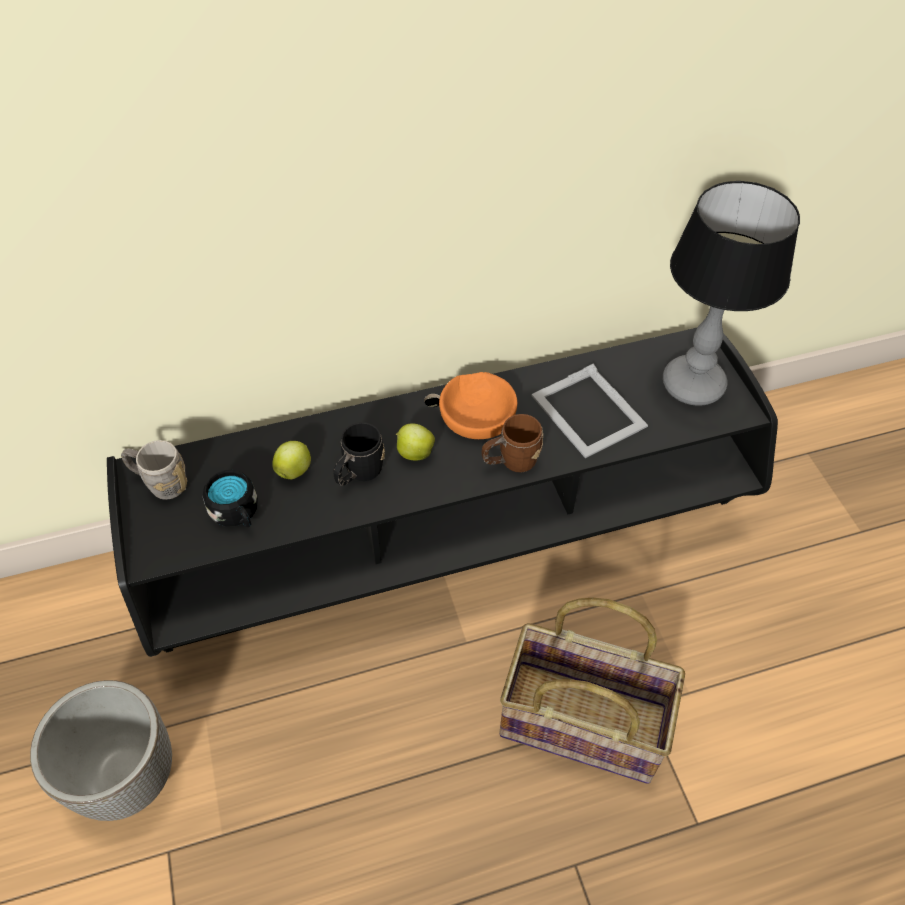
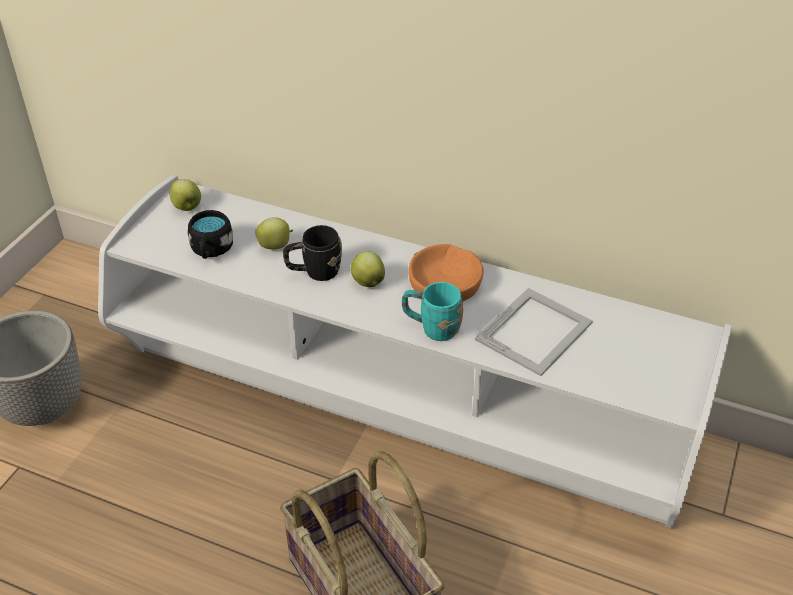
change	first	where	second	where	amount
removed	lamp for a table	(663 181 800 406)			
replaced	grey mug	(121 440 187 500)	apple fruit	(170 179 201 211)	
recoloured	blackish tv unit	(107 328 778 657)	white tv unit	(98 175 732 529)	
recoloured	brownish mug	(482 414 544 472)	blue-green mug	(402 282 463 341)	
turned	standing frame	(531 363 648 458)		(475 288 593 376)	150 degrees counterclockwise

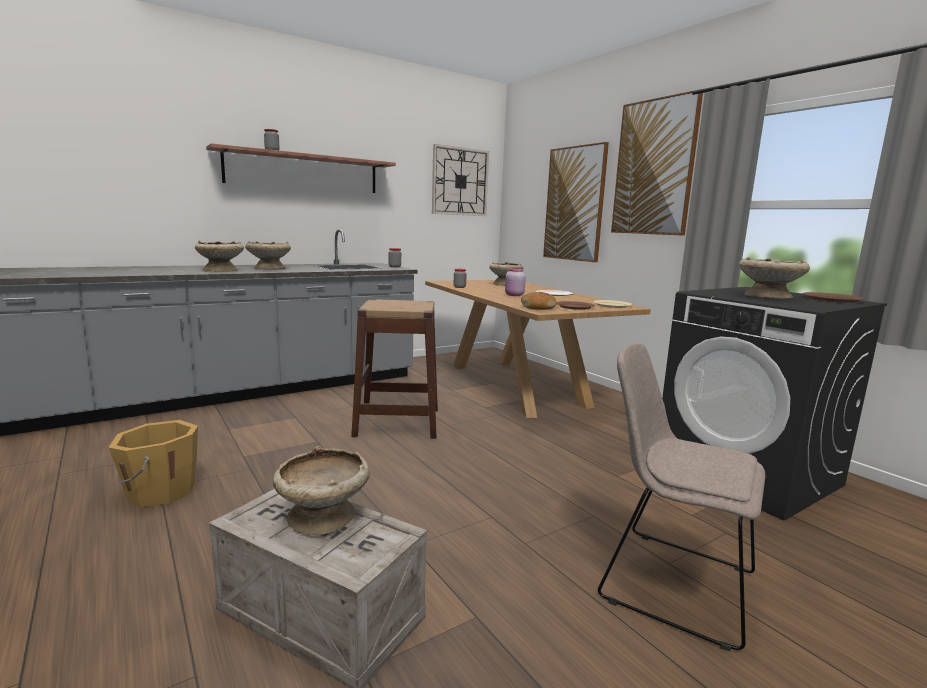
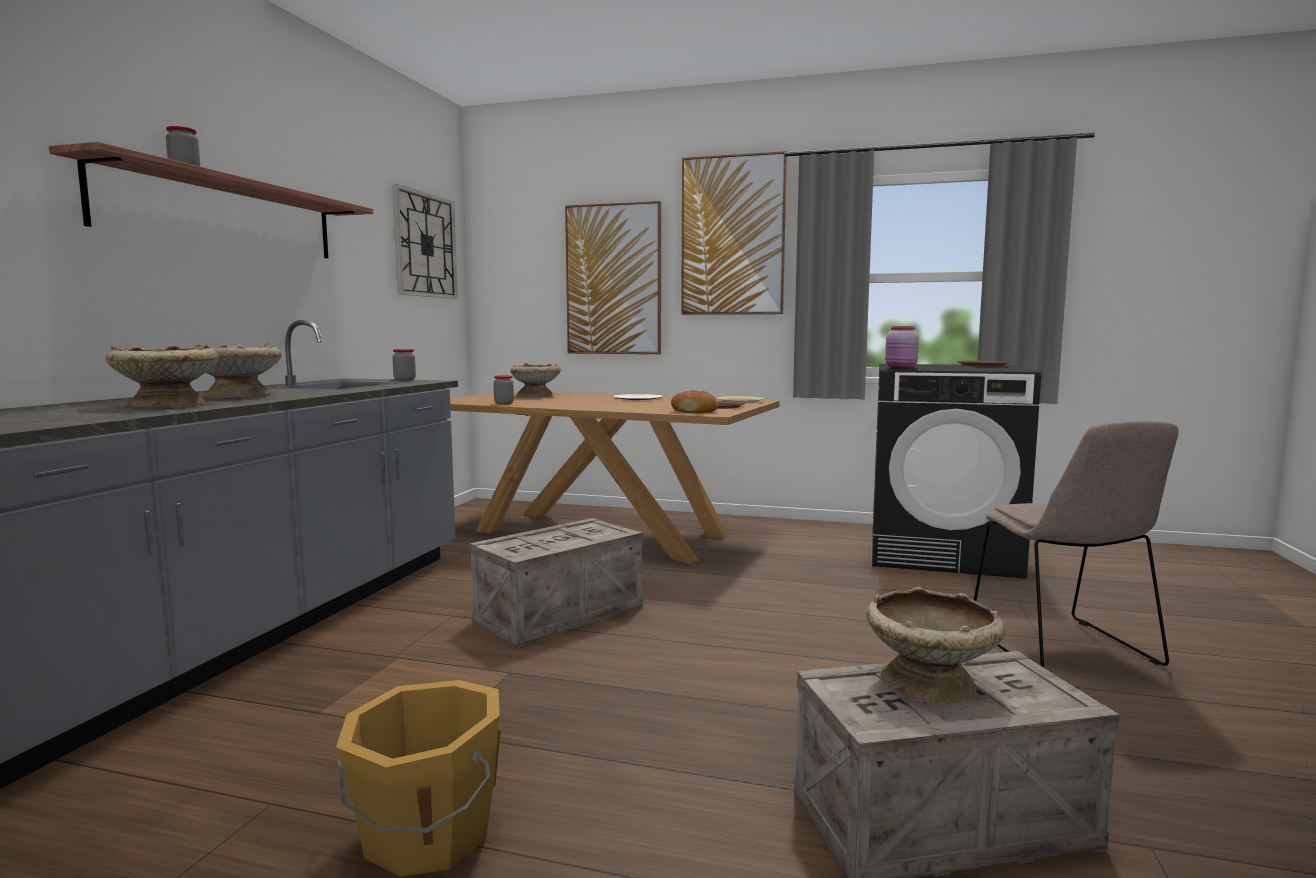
change	first	where	second	where	amount
removed	beige-coloured deep dish	(738 257 810 299)			
moved	pink-coloured preserve jar	(505 268 526 296)		(885 326 919 369)	
replaced	brownish stool	(351 299 438 439)	packing crate	(470 518 643 648)	
turned	beige-coloured plain chair	(598 343 765 651)		(974 421 1178 668)	90 degrees counterclockwise

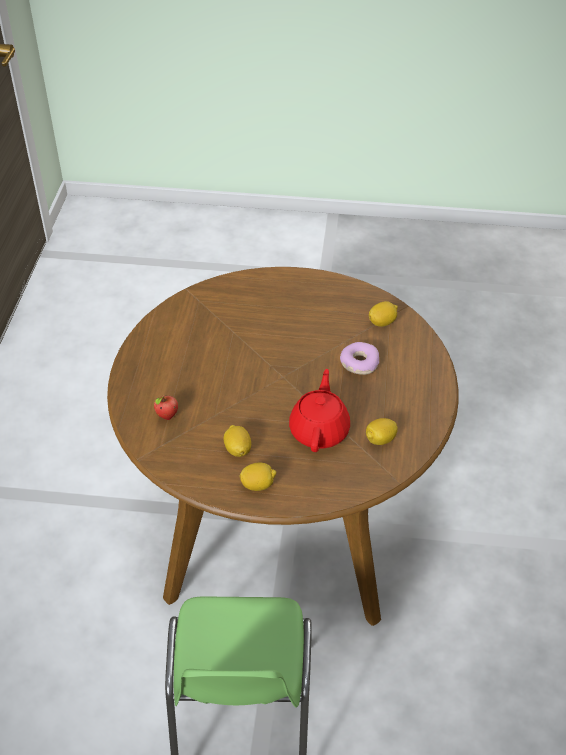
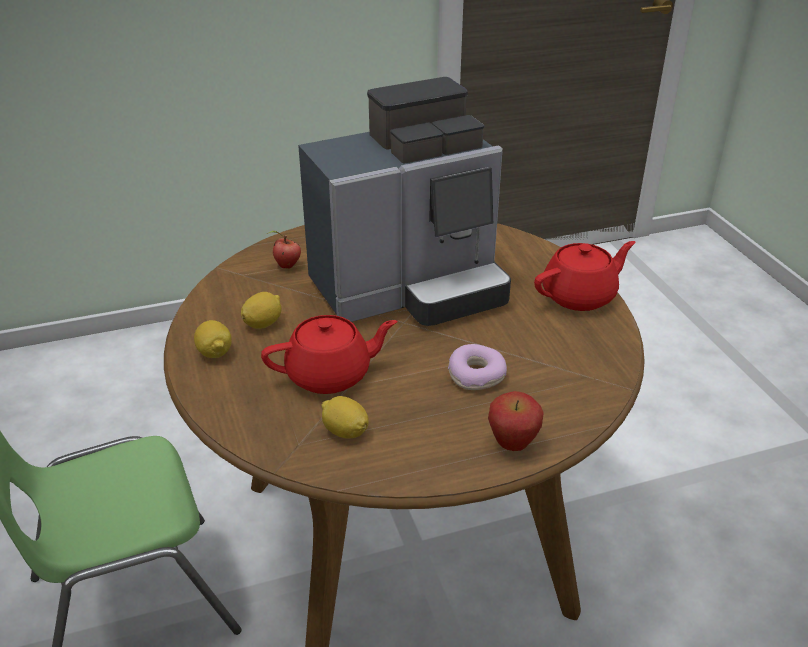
change	first	where	second	where	amount
removed	citrus fruit	(369 301 398 327)			
added			coffee machine	(298 77 511 326)	
added			apple fruit	(488 391 544 451)	
added			red teapot	(534 241 636 311)	

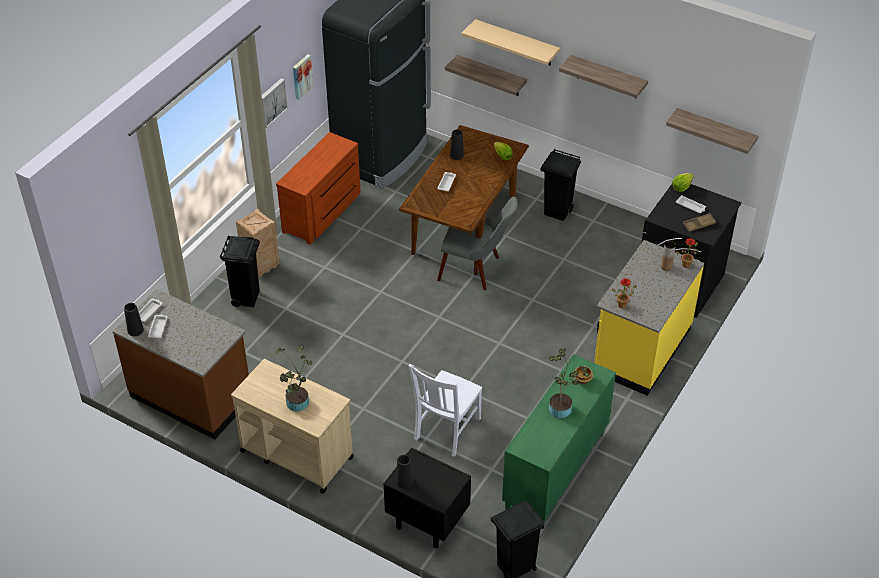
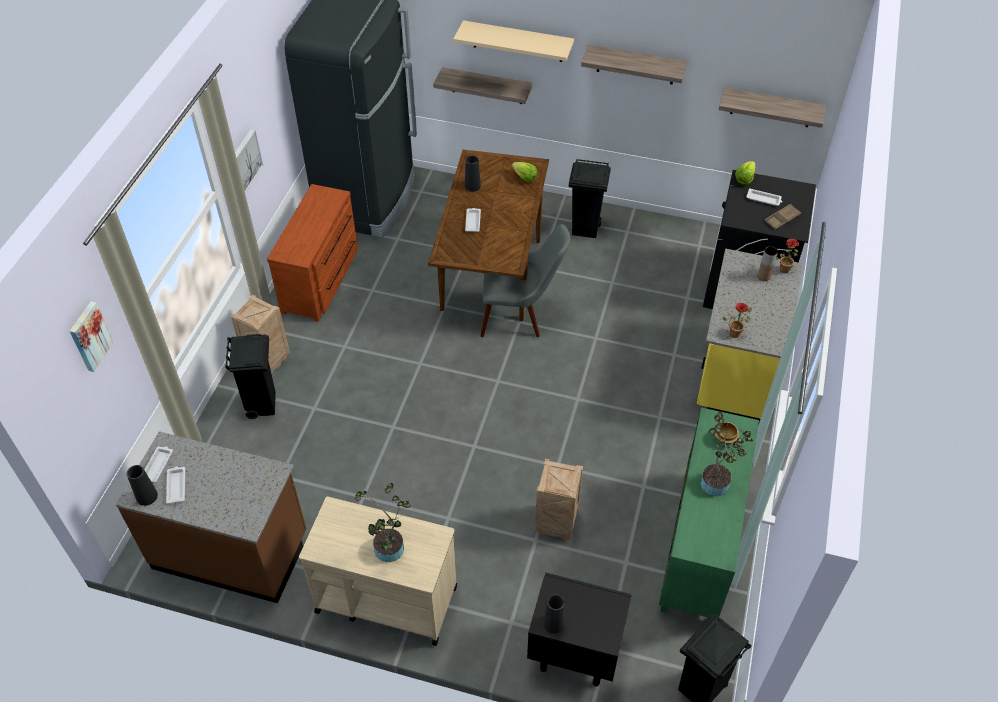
change	first	where	second	where	amount
moved	picture	(293 54 313 100)		(70 301 114 372)	
replaced	white plain chair	(408 364 482 457)	packing crate	(535 459 583 540)	

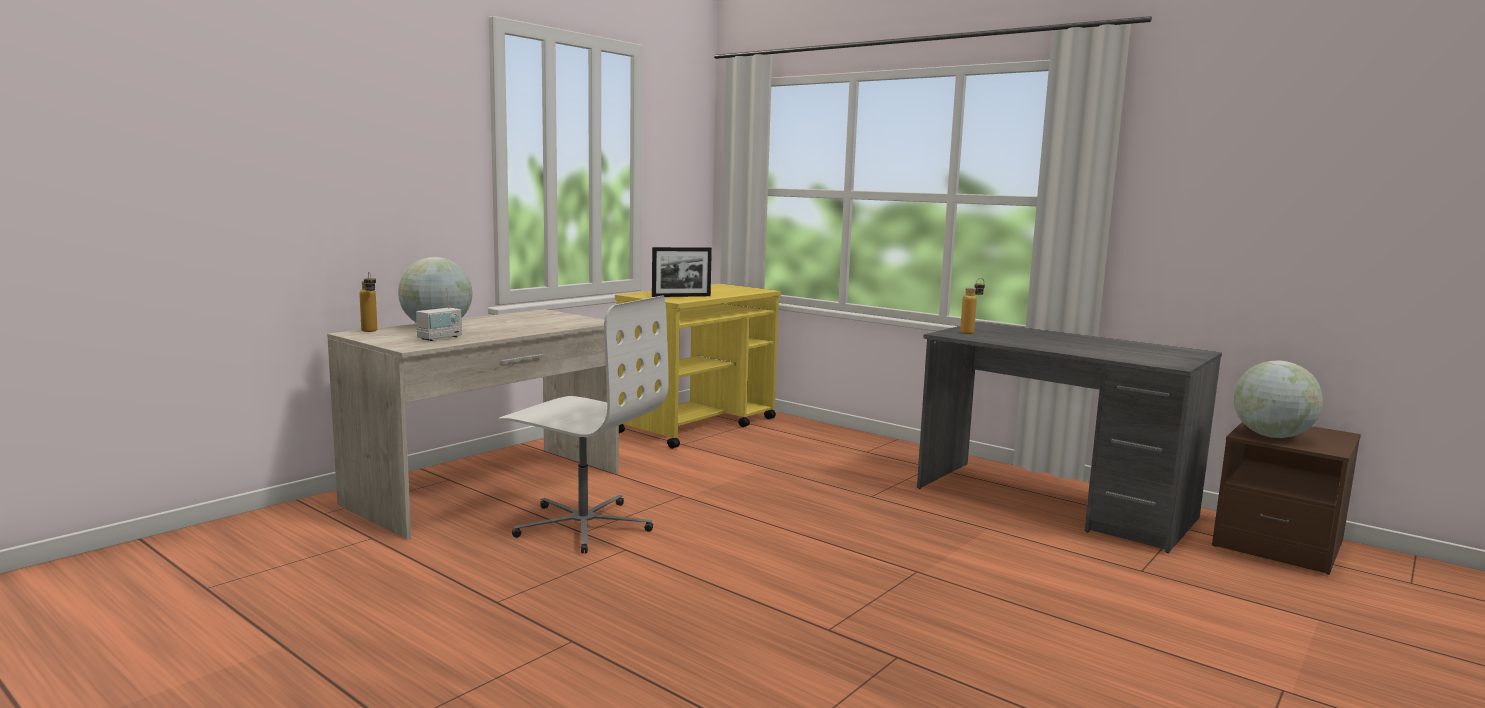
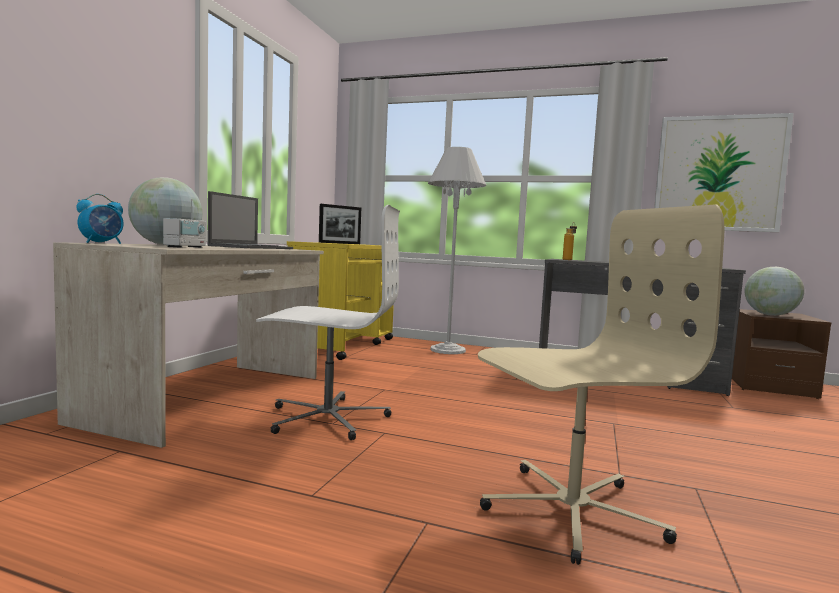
change	first	where	second	where	amount
added			laptop	(208 191 293 249)	
added			white standing lamp	(428 147 486 354)	
added			beige-coloured office chair	(478 205 725 565)	
added			picture	(654 113 794 232)	
replaced	drink bottle	(359 272 377 332)	alarm clock	(76 194 124 244)	

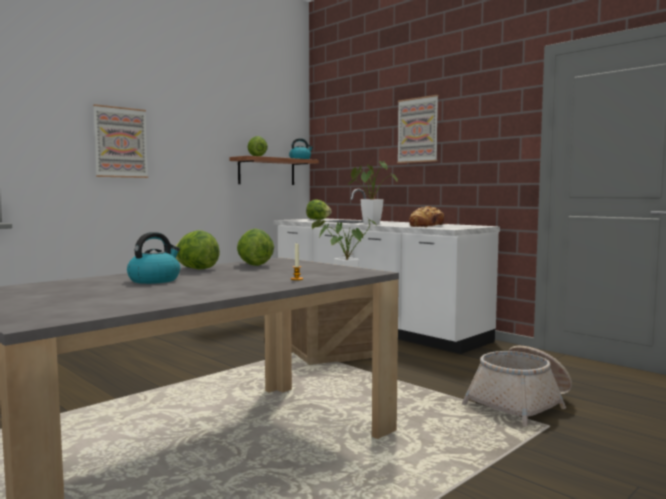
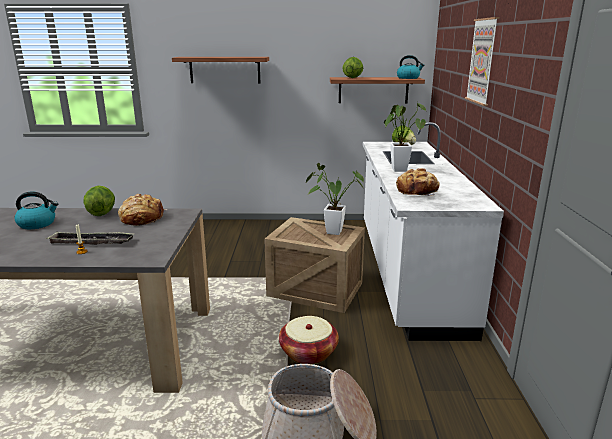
change	first	where	second	where	amount
added			serving tray	(46 232 135 245)	
added			household basket	(279 316 339 365)	
replaced	picture	(93 104 148 178)	bracket shelf	(172 57 269 83)	
replaced	lettuce	(237 229 274 266)	bakery bread	(118 194 167 226)	

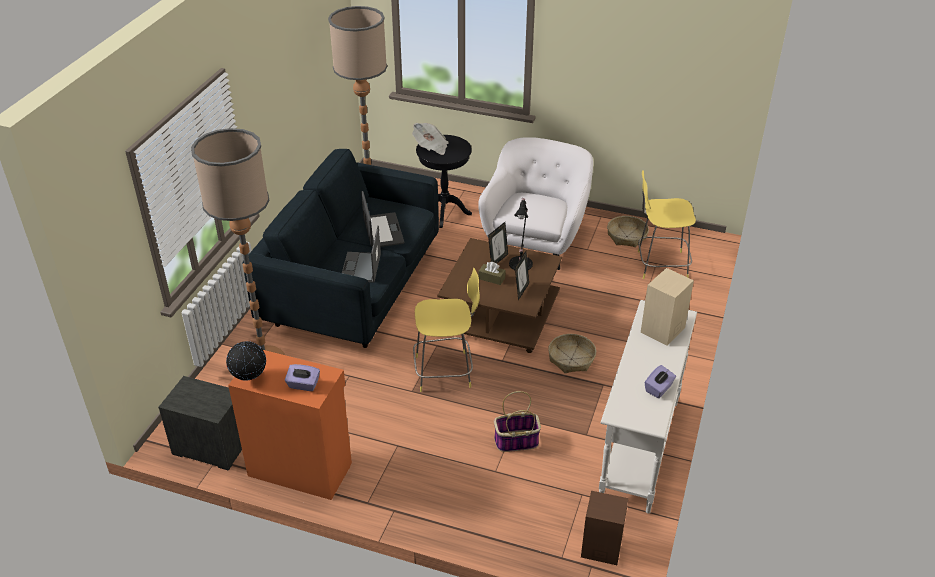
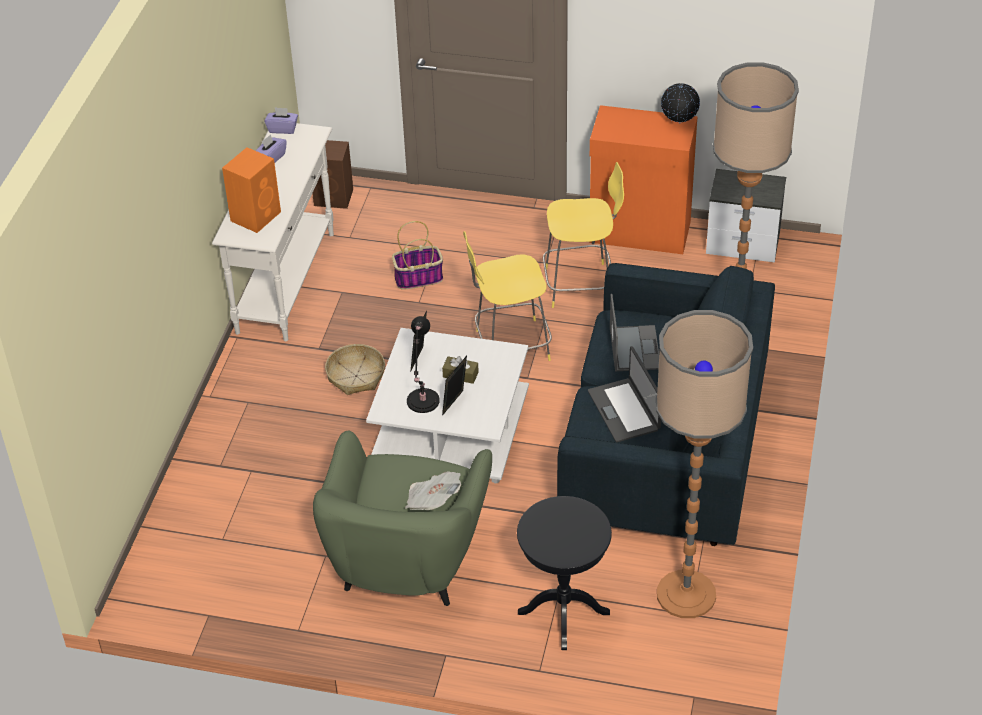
change	first	where	second	where	amount
removed	household basket	(607 216 649 247)			
moved	purple tissue box	(285 364 320 391)		(264 107 298 134)	
moved	newspaper	(412 123 449 155)		(405 471 461 510)	
moved	yellow stool	(638 170 696 279)		(543 162 624 308)	
recoloured	brownish coffee table	(437 238 562 353)	white coffee table	(366 328 529 483)	
recoloured	white lounge chair	(478 137 593 270)	green-coloured lounge chair	(313 430 492 606)	
recoloured	beige-coloured loudspeaker	(641 268 694 345)	orange-coloured loudspeaker	(222 147 281 233)	

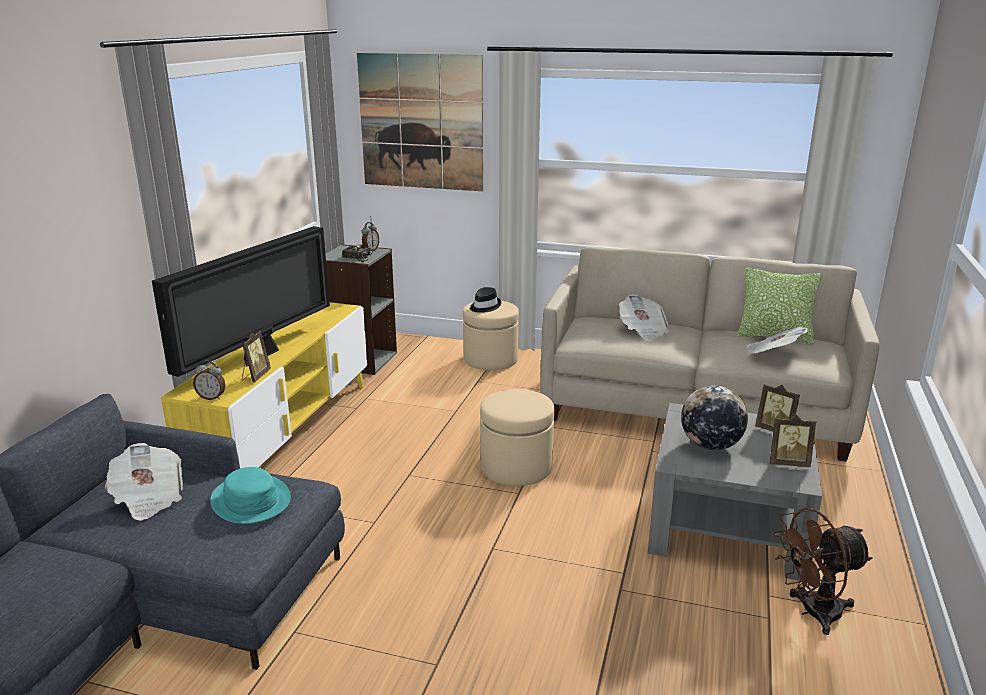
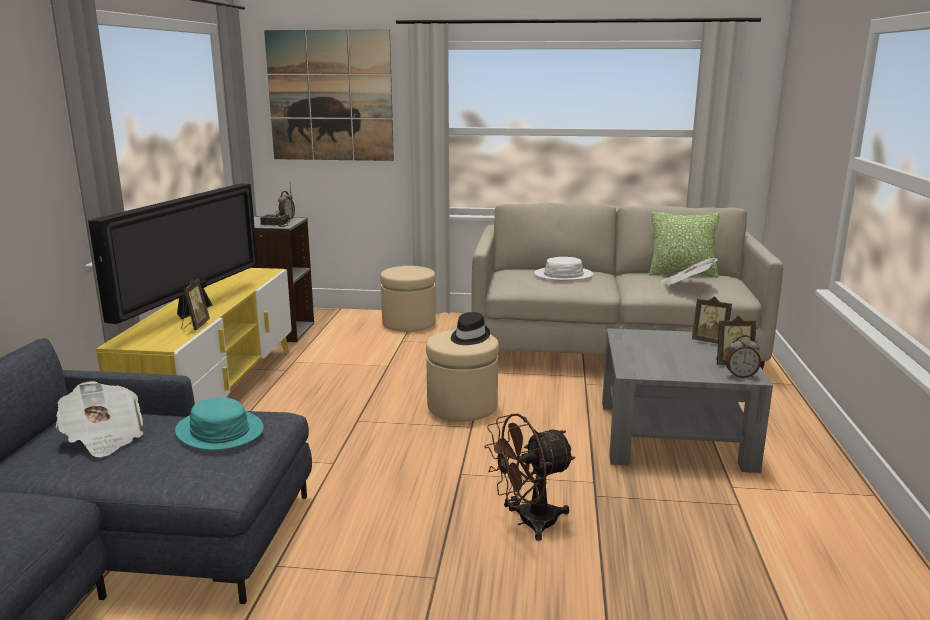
change	first	where	second	where	amount
removed	desk globe	(681 386 748 450)			
moved	alarm clock	(193 360 225 400)		(725 335 761 378)	
moved	blackish wearable hat	(470 287 501 313)		(451 312 490 345)	
moved	brownish cooling fan	(773 508 872 635)		(484 413 576 541)	
replaced	newspaper	(619 294 669 341)	white wearable hat	(534 257 593 281)	

